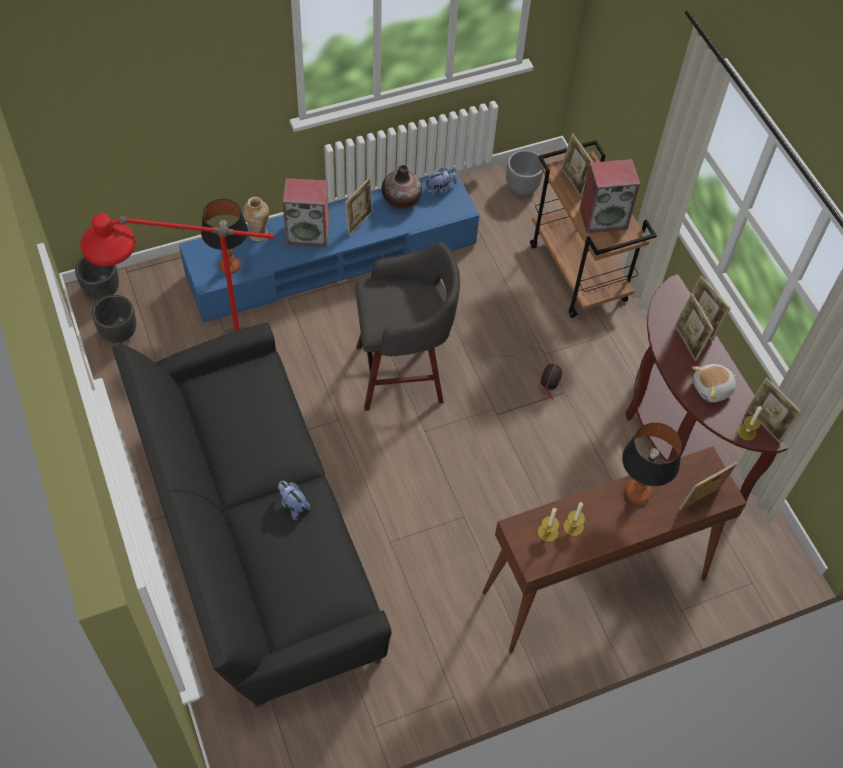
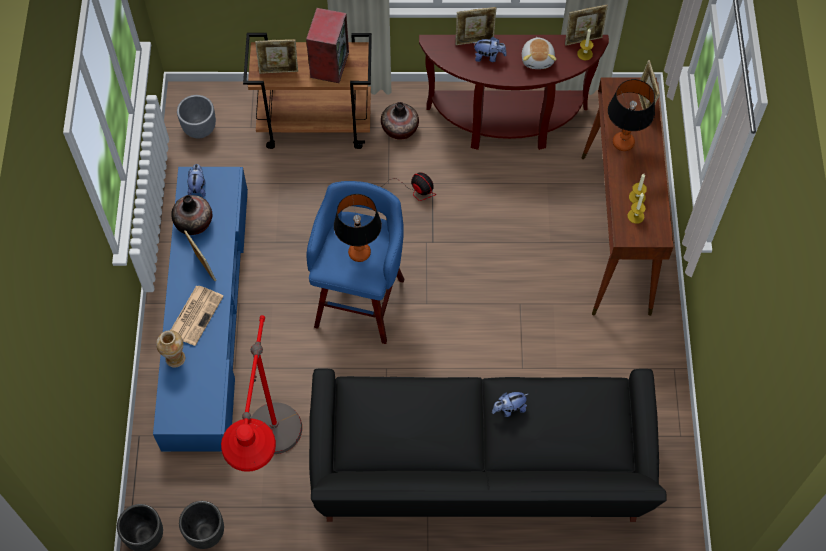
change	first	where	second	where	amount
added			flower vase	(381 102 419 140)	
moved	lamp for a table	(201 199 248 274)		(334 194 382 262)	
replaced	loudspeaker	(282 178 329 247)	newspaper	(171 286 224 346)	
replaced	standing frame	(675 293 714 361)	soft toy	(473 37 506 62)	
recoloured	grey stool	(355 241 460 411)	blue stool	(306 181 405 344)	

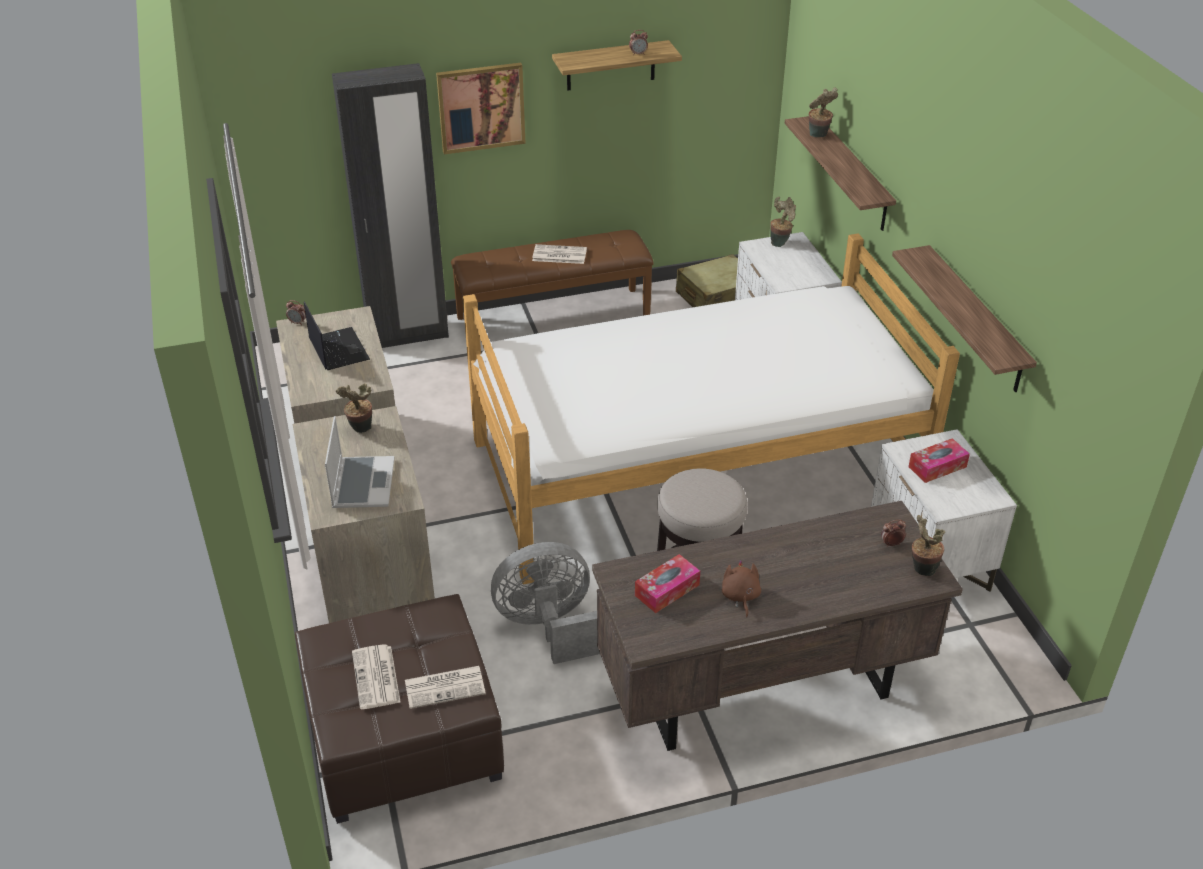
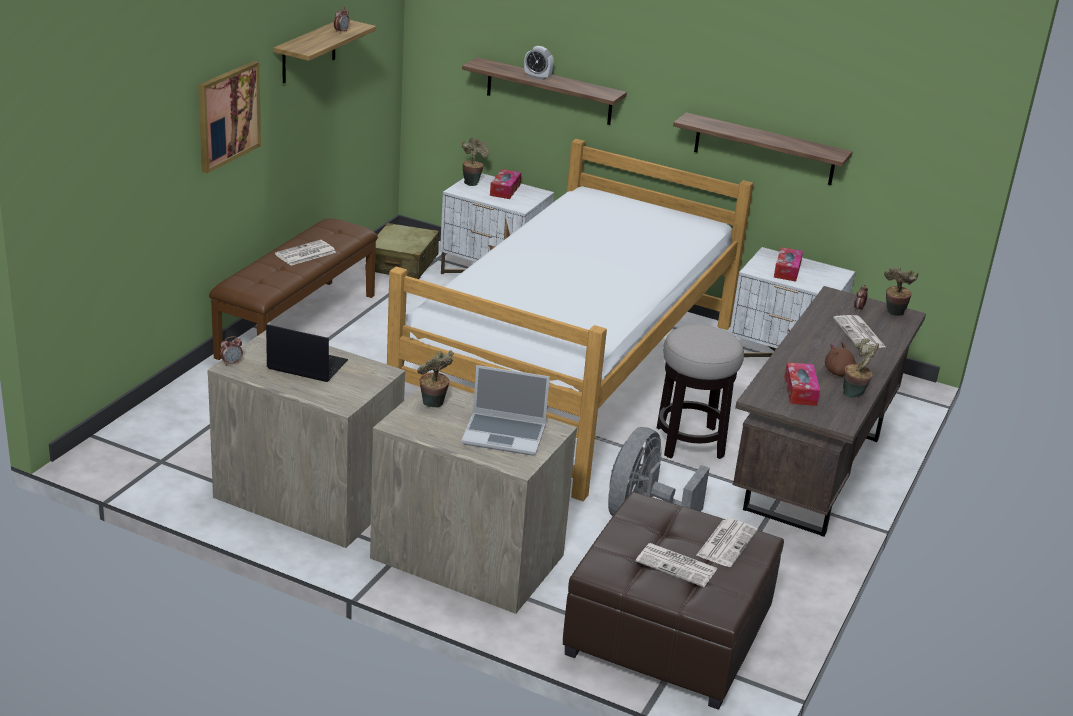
change	first	where	second	where	amount
removed	blackish clothes cupboard	(332 63 449 348)			
added			tissue box	(490 169 521 199)	
added			alarm clock	(524 46 554 80)	
added			newspaper	(833 315 886 348)	
moved	houseplant	(809 87 838 137)		(843 338 879 398)	
turned	laptop	(325 416 395 508)		(461 365 550 456)	150 degrees clockwise

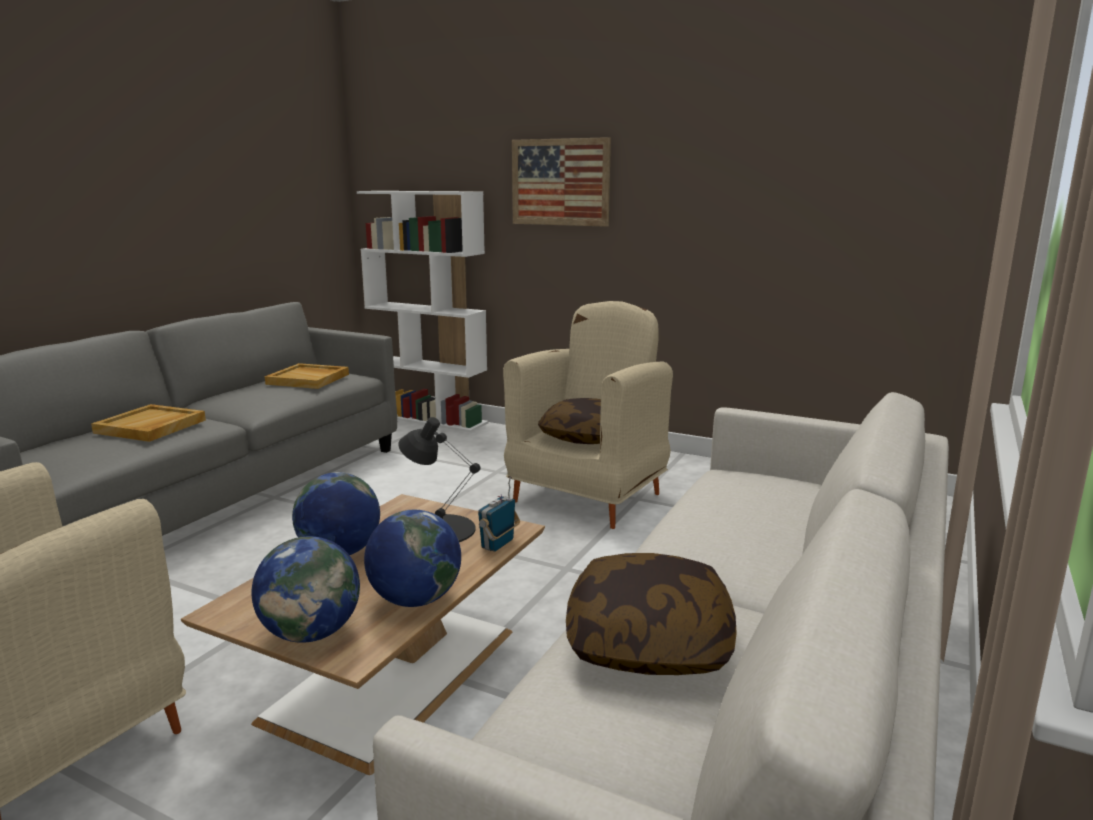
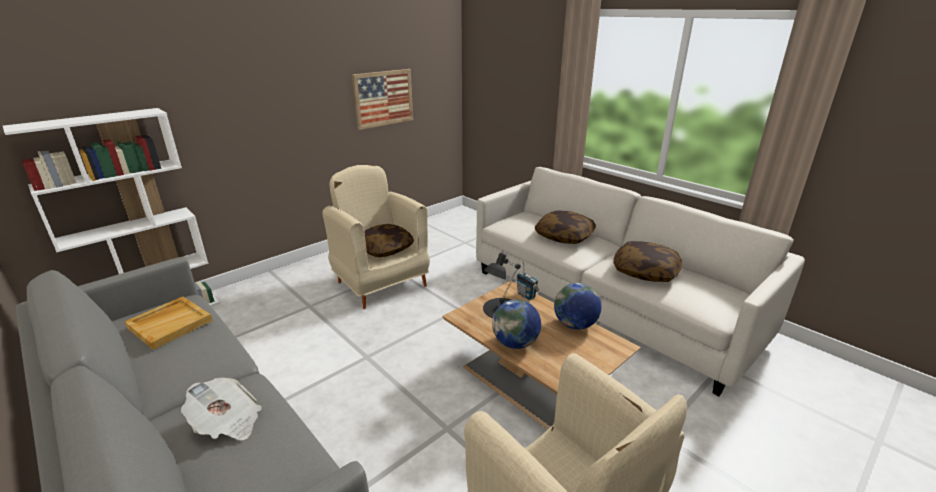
change	first	where	second	where	amount
removed	desk globe	(251 536 360 643)			
added			pillow	(535 211 596 244)	
moved	picture	(512 137 611 227)		(352 69 413 130)	
replaced	beige-coloured serving tray	(91 404 206 442)	newspaper	(181 378 262 440)	

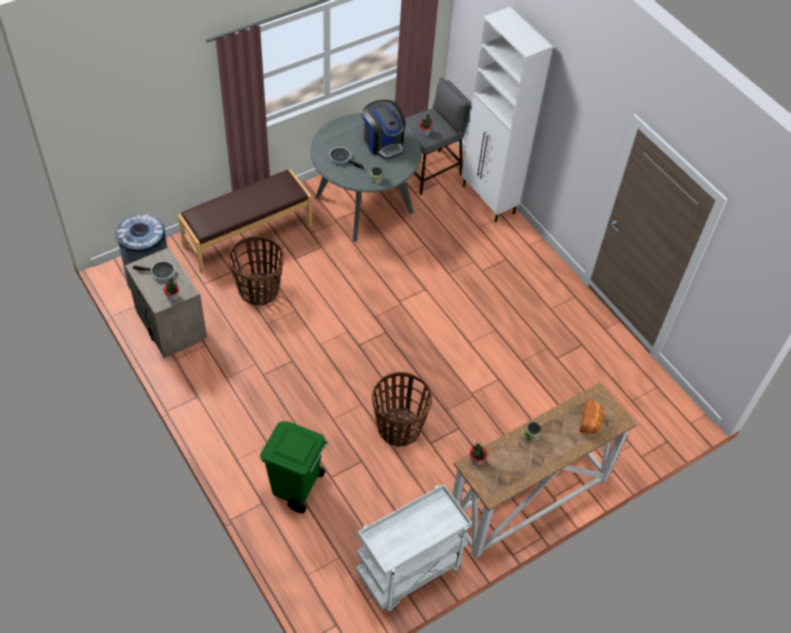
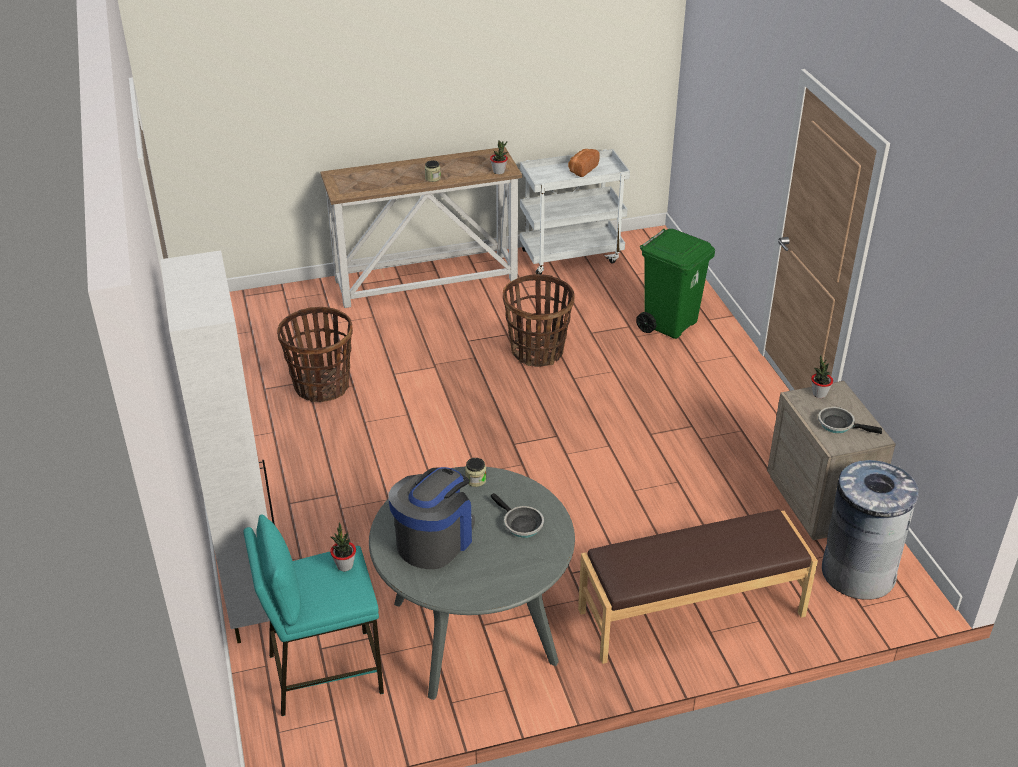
change	first	where	second	where	amount
moved	household basket	(228 235 284 306)		(277 307 353 402)	
moved	bakery bread	(579 399 604 434)		(568 149 600 177)	
recoloured	grey stool	(405 77 471 195)	blue-green stool	(243 514 384 716)	
turned	coffee machine	(362 100 405 159)		(388 467 475 569)	45 degrees clockwise

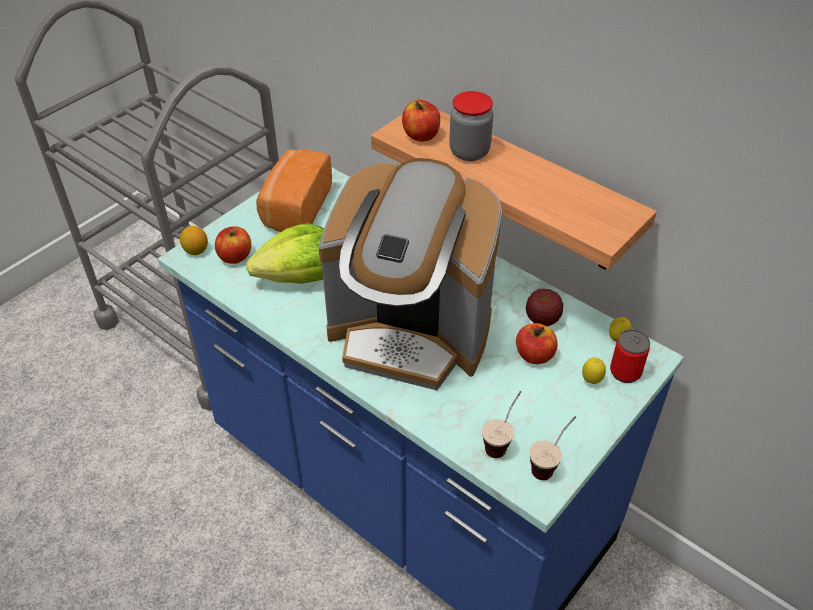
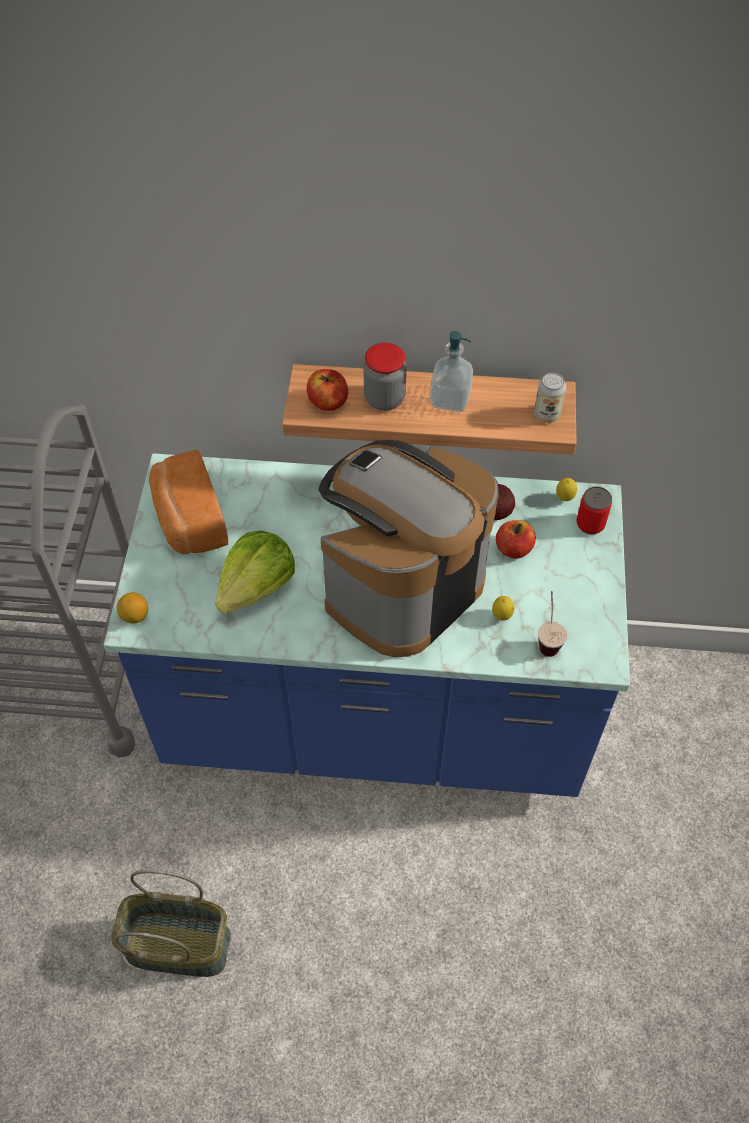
change	first	where	second	where	amount
removed	apple fruit	(215 226 251 264)			
removed	cup	(529 416 576 480)			
added			household basket	(111 870 231 977)	
added			soap dispenser	(430 331 473 412)	
added			sealed can	(534 373 566 423)	
moved	citrus fruit	(582 358 606 384)		(492 596 514 621)	
turned	coffee machine	(319 158 502 390)		(318 440 498 658)	150 degrees clockwise

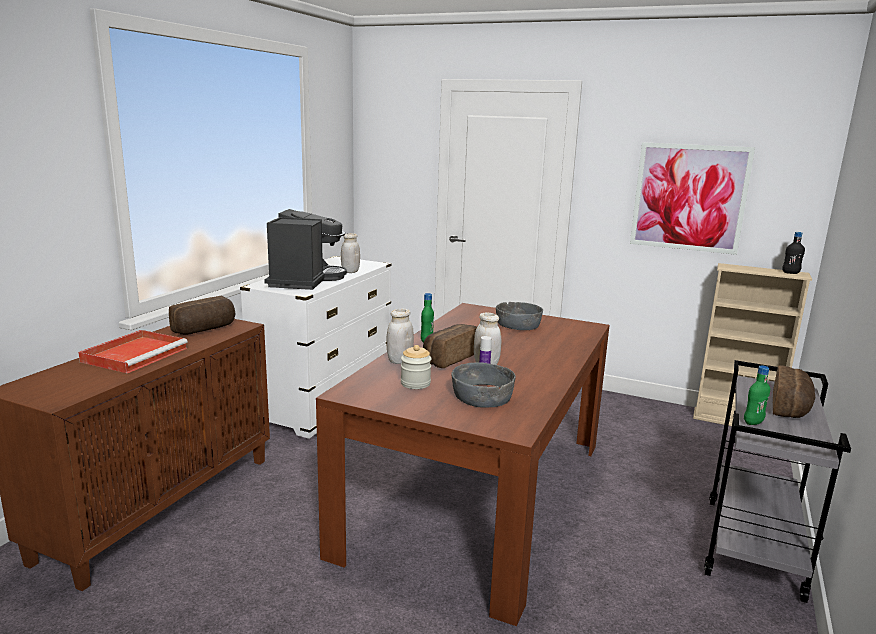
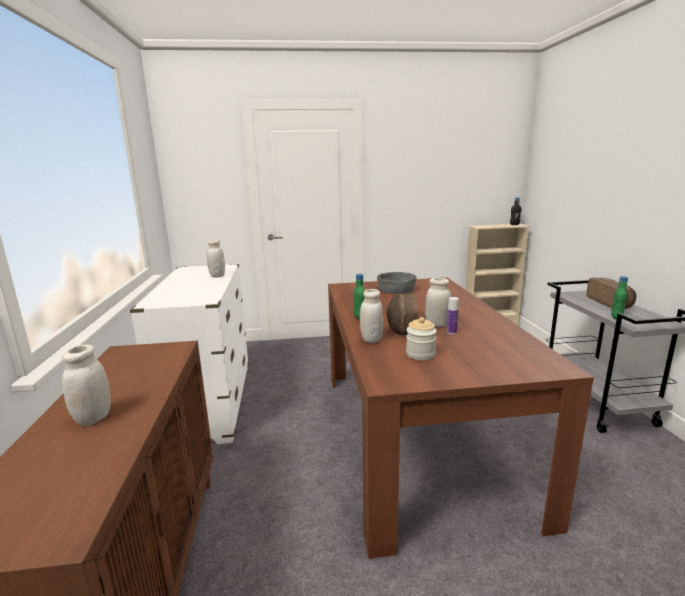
change	first	where	second	where	amount
removed	bakery bread	(169 296 235 335)			
removed	coffee machine	(264 209 347 290)			
removed	grey deep dish	(451 362 516 408)			
removed	picture	(630 142 755 255)			
replaced	red serving tray	(78 330 188 373)	white preserve jar	(61 345 111 426)	

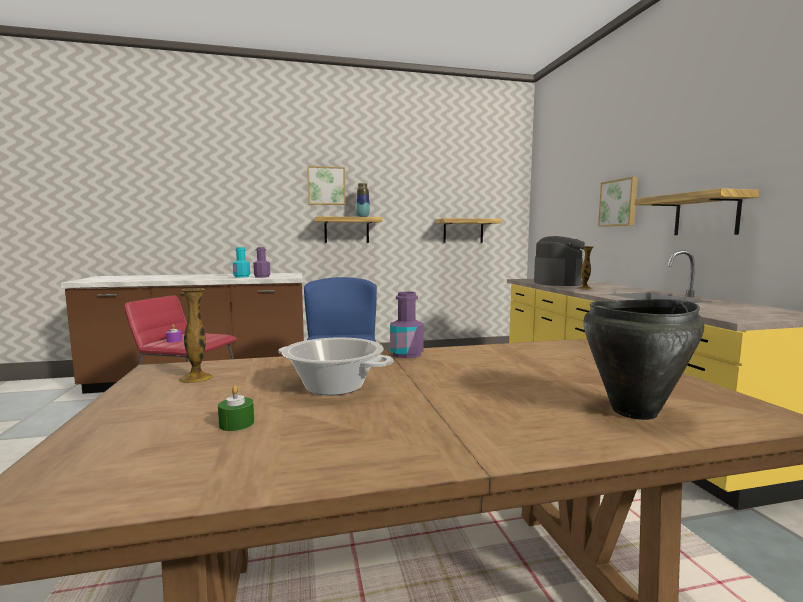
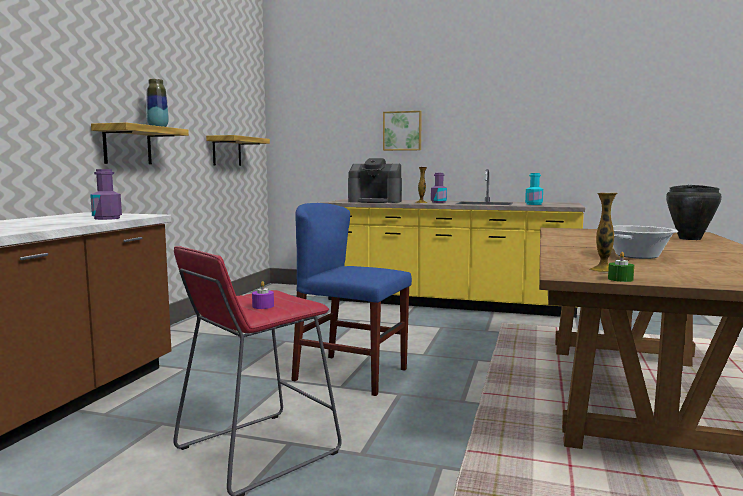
change	first	where	second	where	amount
removed	picture	(307 166 346 205)			
removed	bracket shelf	(635 188 759 235)			
moved	green-coloured wax candle	(218 386 254 431)		(608 252 634 282)	
moved	blue-green drink bottle	(233 247 250 278)		(525 173 543 205)	
moved	purple drink bottle	(390 292 424 358)		(431 173 447 203)	
turned	coffee machine	(534 236 585 286)		(348 158 402 203)	150 degrees clockwise

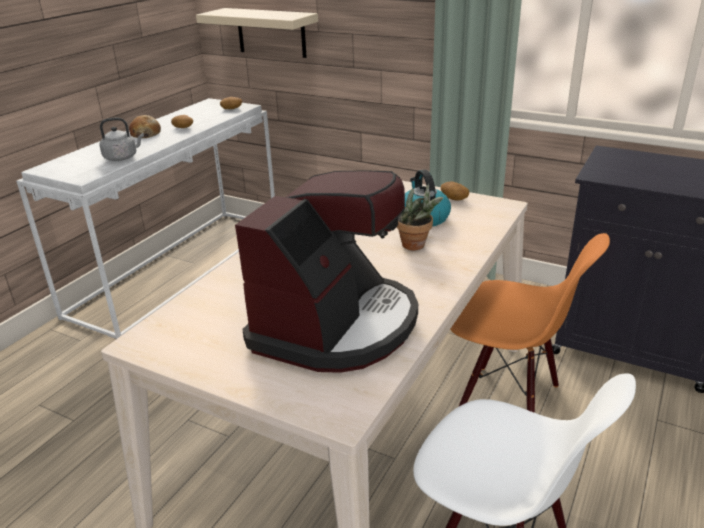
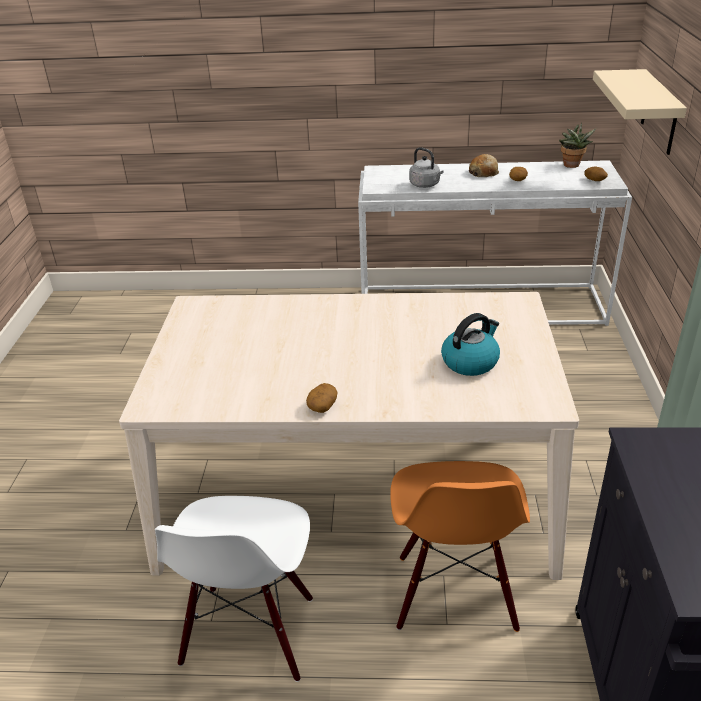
change	first	where	second	where	amount
removed	coffee machine	(235 170 418 373)			
moved	houseplant	(397 183 443 250)		(559 123 596 168)	
moved	potato	(441 182 469 201)		(306 383 338 413)	

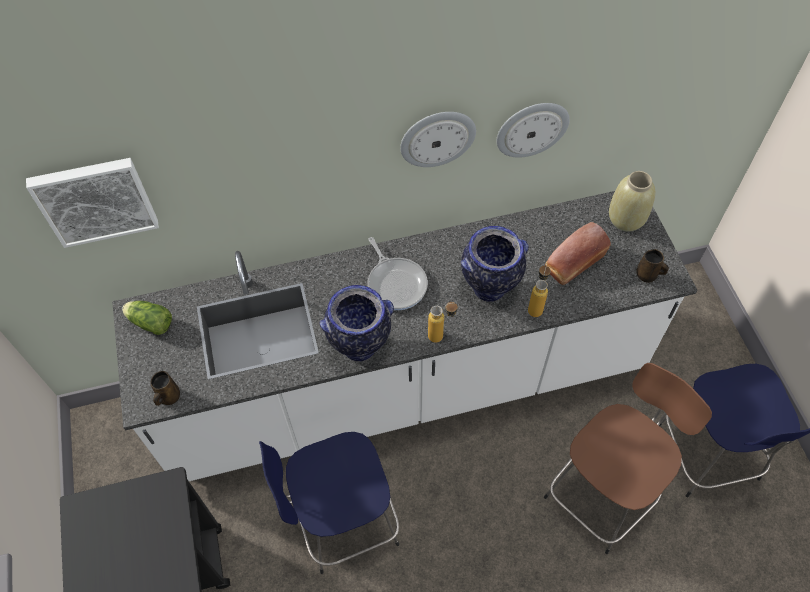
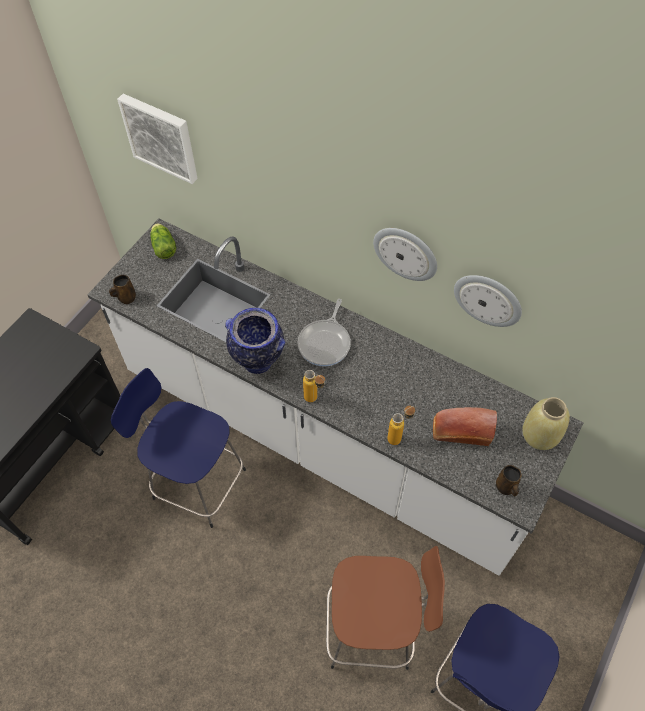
change	first	where	second	where	amount
removed	flower vase	(461 226 529 302)			

